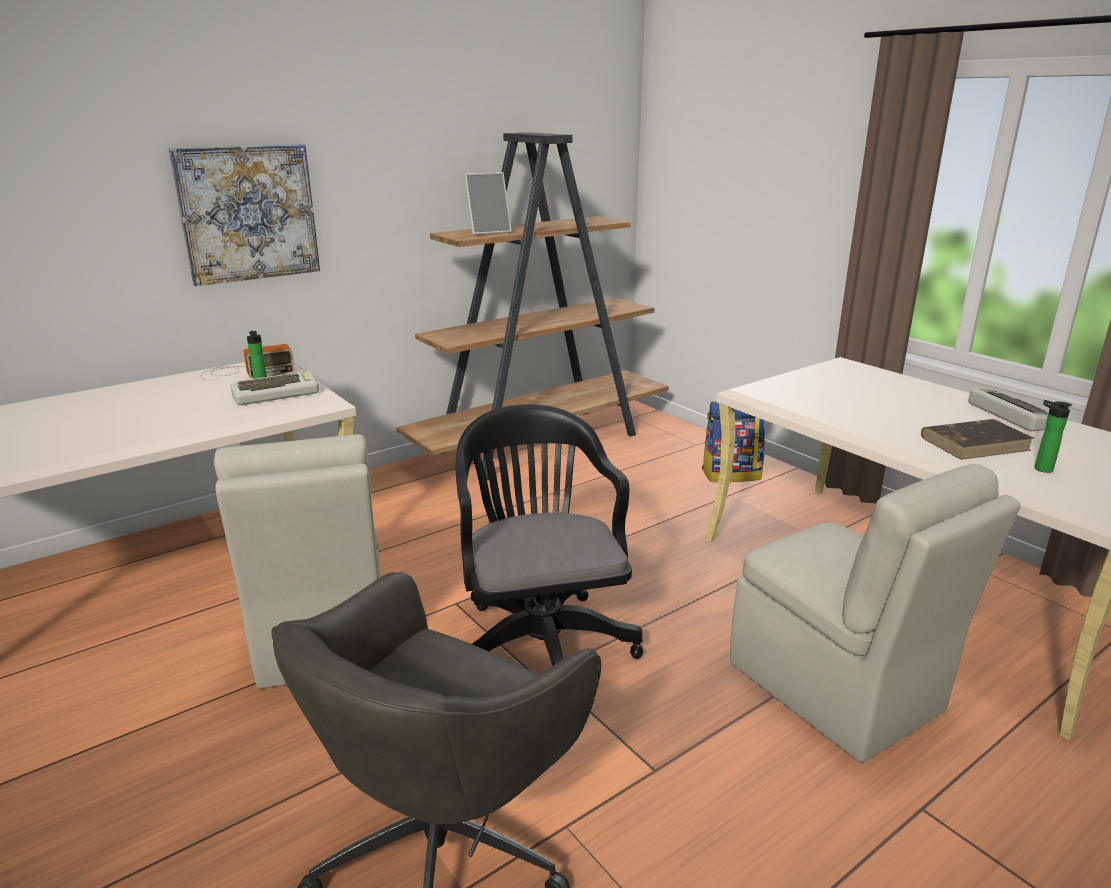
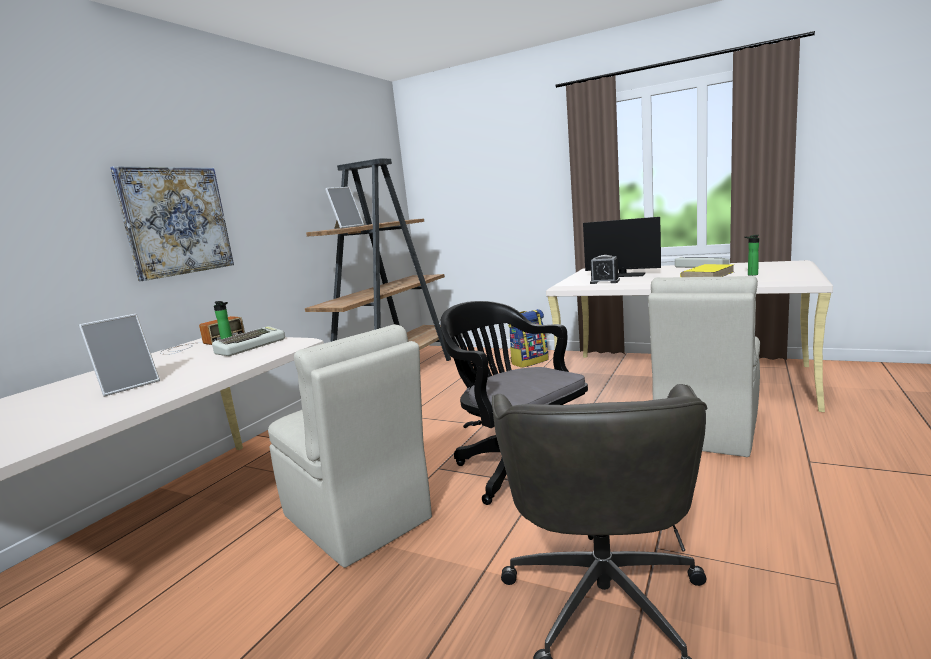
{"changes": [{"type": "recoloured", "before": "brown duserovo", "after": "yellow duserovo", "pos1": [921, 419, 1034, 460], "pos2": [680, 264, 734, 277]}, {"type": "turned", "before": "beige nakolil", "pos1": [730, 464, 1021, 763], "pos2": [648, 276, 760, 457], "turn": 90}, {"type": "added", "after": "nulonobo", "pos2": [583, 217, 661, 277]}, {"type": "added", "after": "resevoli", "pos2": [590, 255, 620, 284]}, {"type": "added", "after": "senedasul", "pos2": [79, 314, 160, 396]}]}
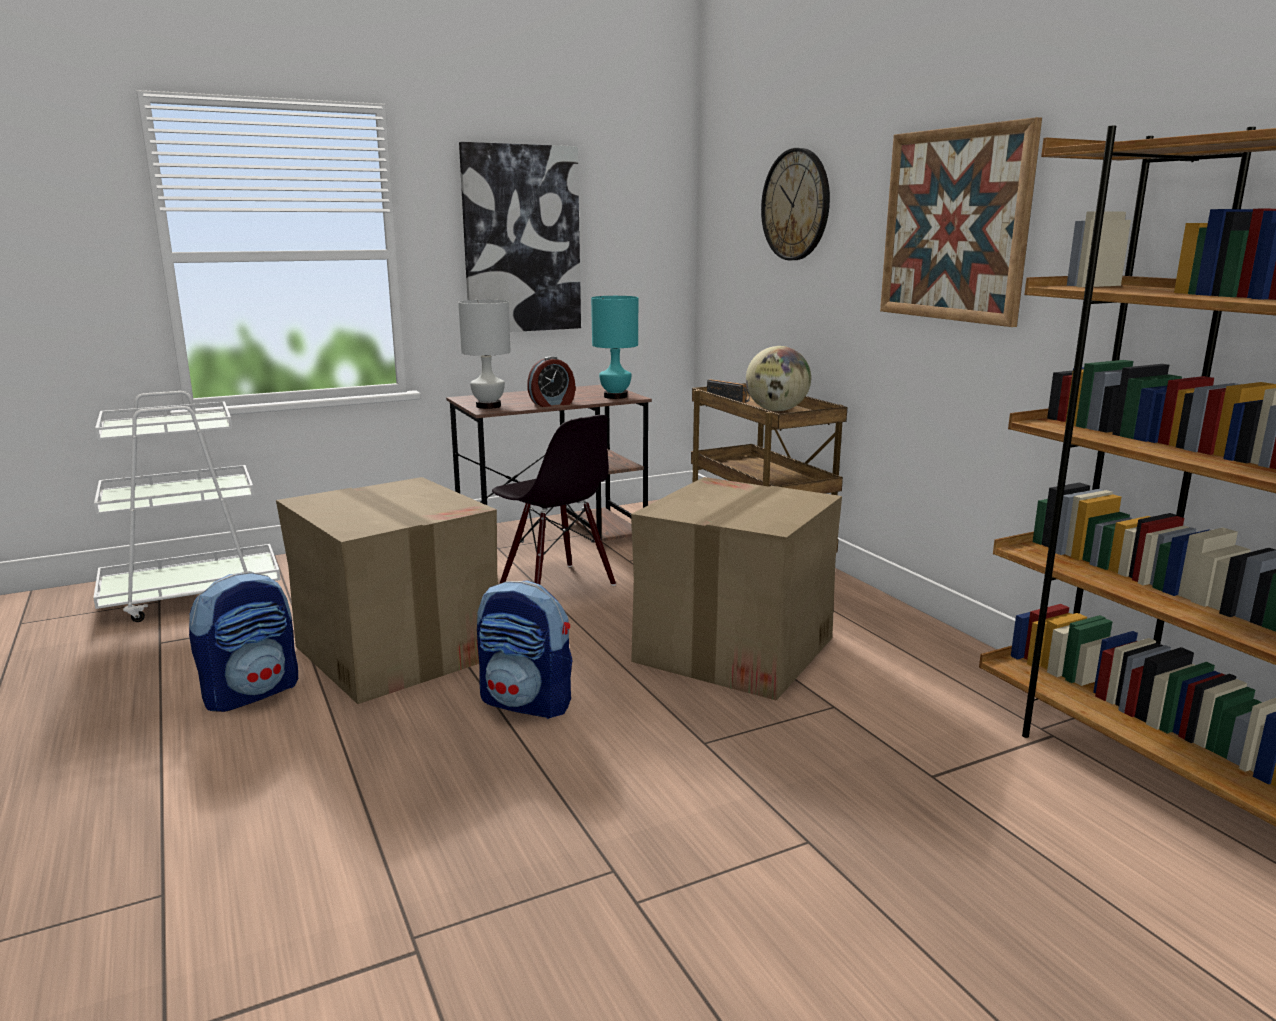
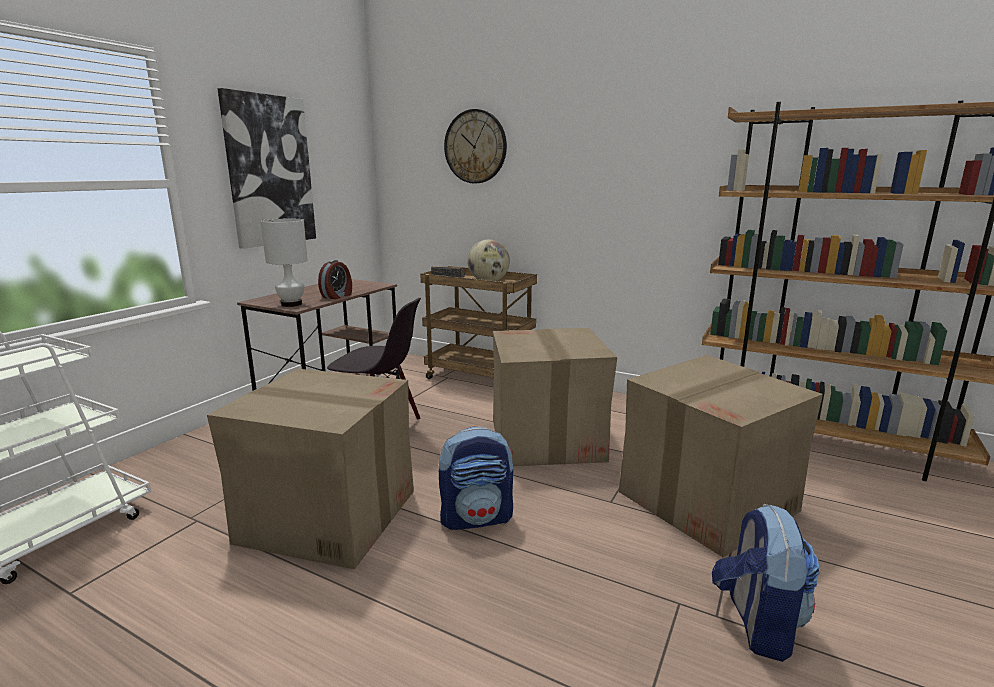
{"changes": [{"type": "removed", "before": "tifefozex", "pos1": [880, 117, 1042, 327]}, {"type": "removed", "before": "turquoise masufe", "pos1": [591, 296, 638, 399]}, {"type": "moved", "before": "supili", "pos1": [189, 571, 298, 712], "pos2": [712, 504, 820, 662]}, {"type": "added", "after": "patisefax", "pos2": [619, 355, 823, 557]}]}
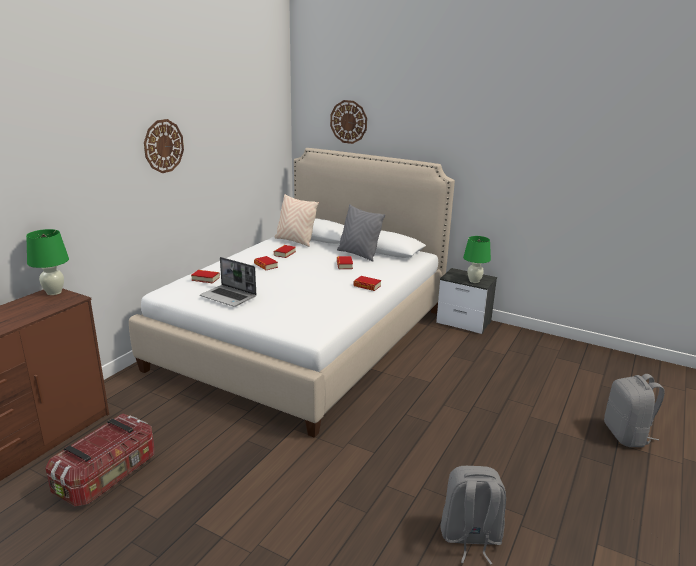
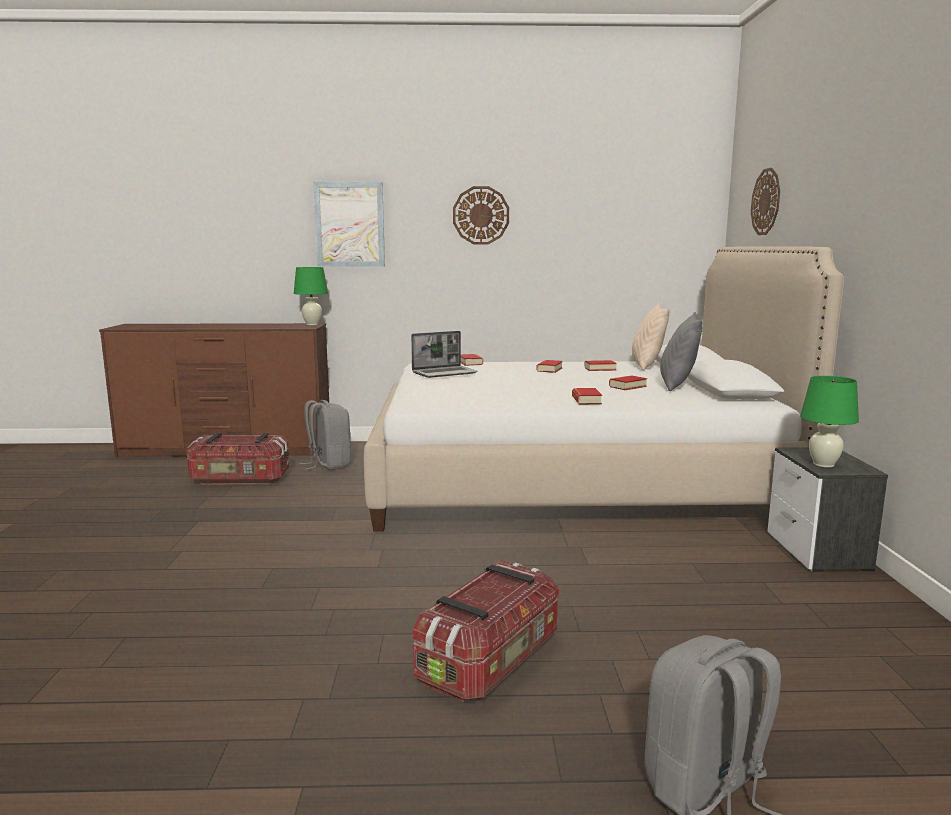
{"changes": [{"type": "turned", "before": "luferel", "pos1": [200, 257, 256, 307], "pos2": [411, 331, 478, 378], "turn": -120}, {"type": "moved", "before": "grey supili", "pos1": [440, 466, 506, 565], "pos2": [300, 400, 351, 470]}, {"type": "added", "after": "tifefozex", "pos2": [313, 182, 385, 267]}, {"type": "added", "after": "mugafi", "pos2": [413, 560, 559, 702]}]}
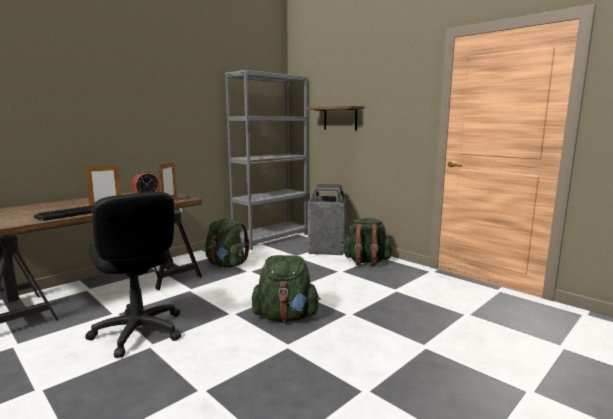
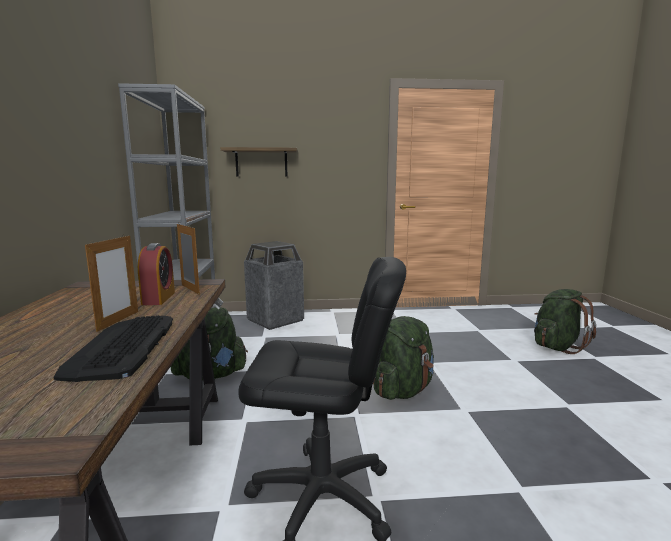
{"changes": [{"type": "moved", "before": "green supili", "pos1": [342, 218, 392, 266], "pos2": [534, 289, 596, 354]}]}
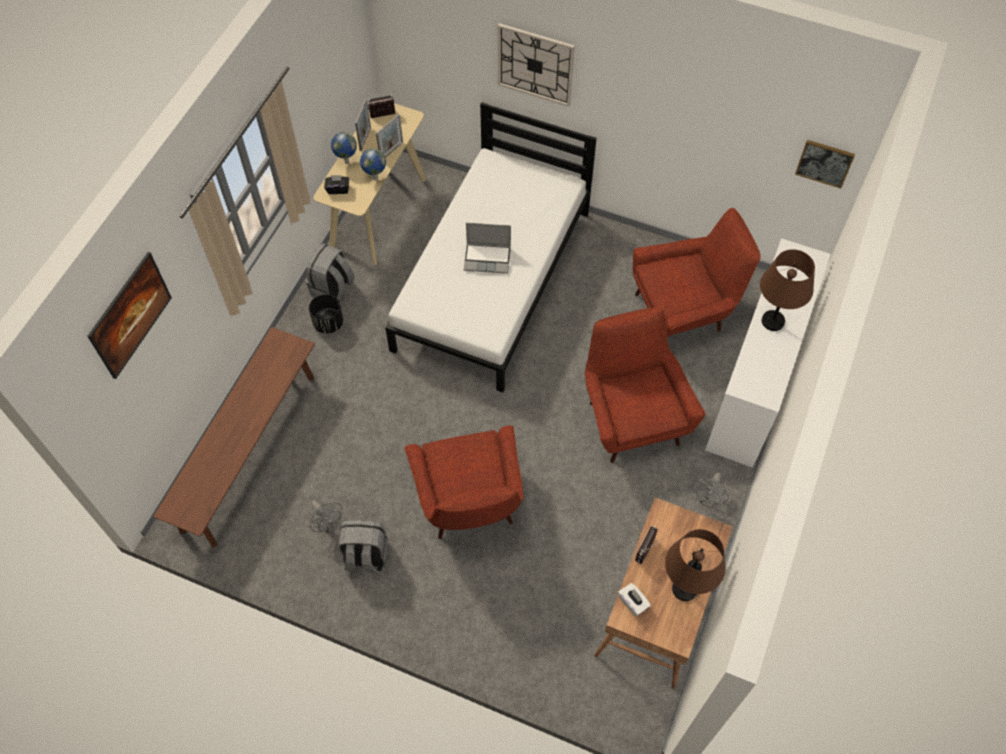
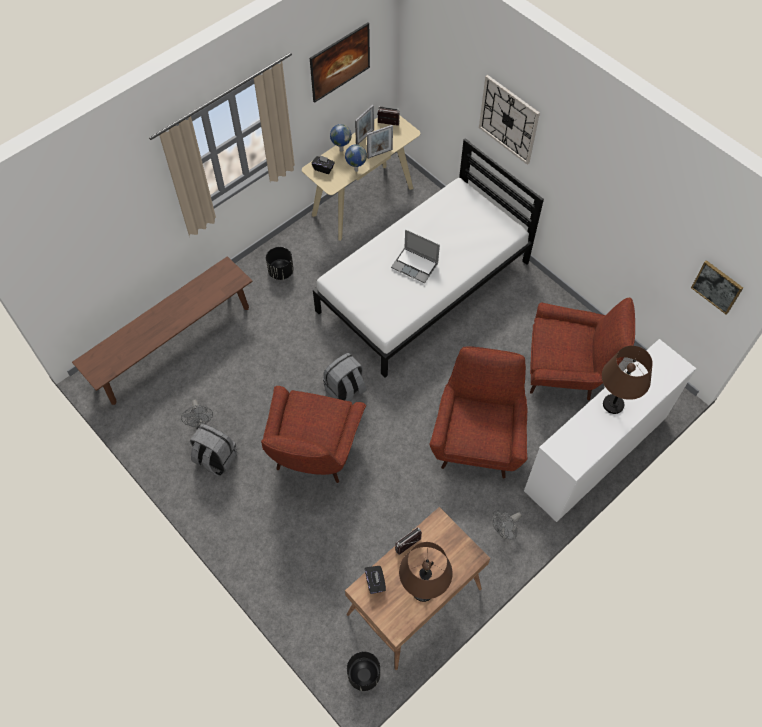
{"changes": [{"type": "moved", "before": "grey supili", "pos1": [305, 243, 355, 300], "pos2": [323, 353, 367, 401]}, {"type": "moved", "before": "tifefozex", "pos1": [87, 252, 172, 379], "pos2": [310, 22, 370, 103]}, {"type": "recoloured", "before": "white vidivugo", "after": "black vidivugo", "pos1": [618, 583, 651, 616], "pos2": [365, 566, 386, 594]}, {"type": "added", "after": "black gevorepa", "pos2": [347, 651, 380, 691]}]}
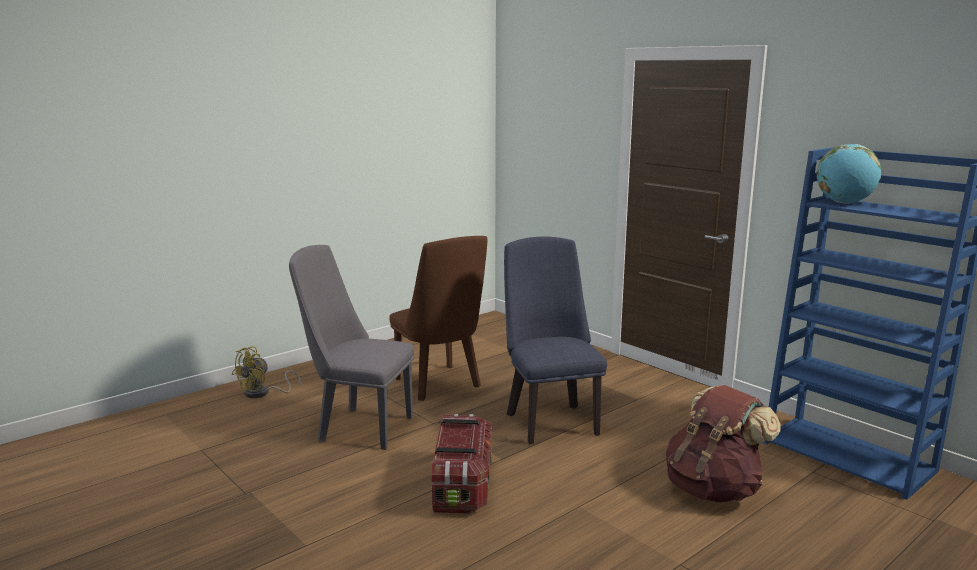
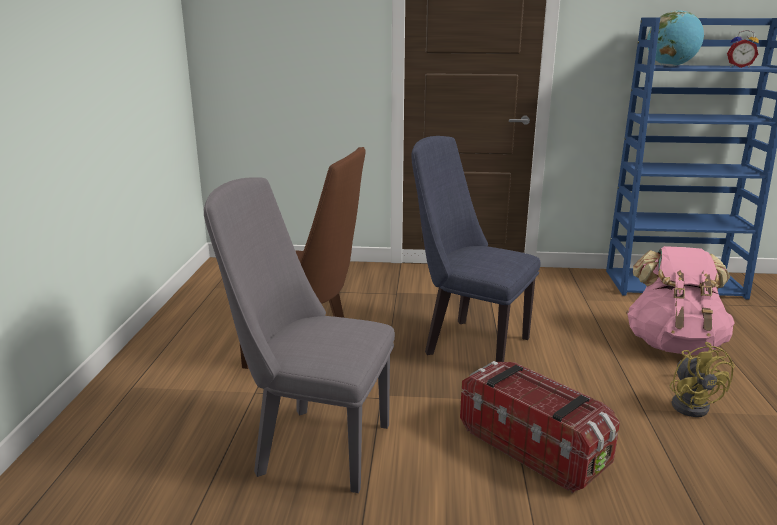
{"changes": [{"type": "turned", "before": "grey nakolil", "pos1": [289, 245, 414, 450], "pos2": [204, 177, 395, 493], "turn": 45}, {"type": "moved", "before": "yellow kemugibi", "pos1": [232, 346, 301, 398], "pos2": [670, 342, 735, 417]}, {"type": "recoloured", "before": "brown supili", "after": "pink supili", "pos1": [666, 385, 781, 503], "pos2": [626, 246, 735, 355]}, {"type": "added", "after": "resevoli", "pos2": [727, 30, 759, 68]}]}
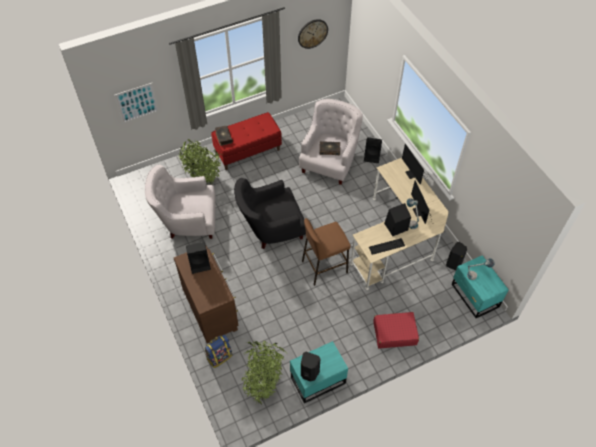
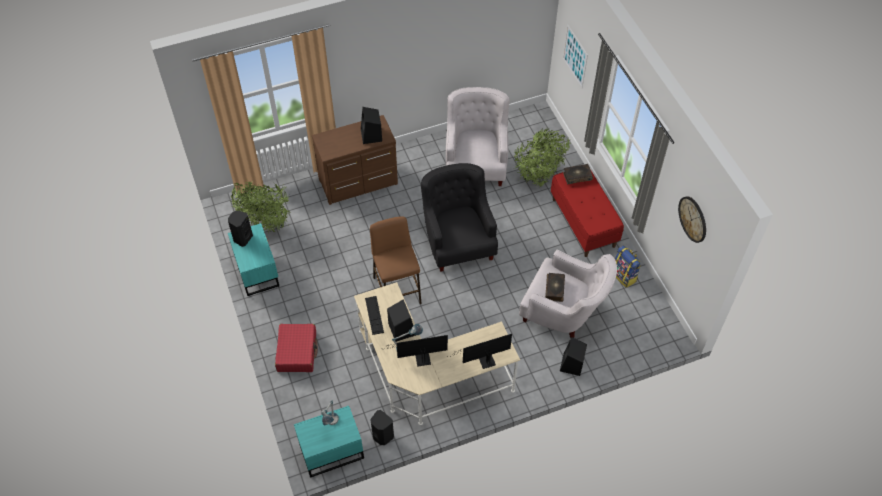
{"changes": [{"type": "moved", "before": "supili", "pos1": [204, 335, 232, 368], "pos2": [615, 245, 641, 288]}]}
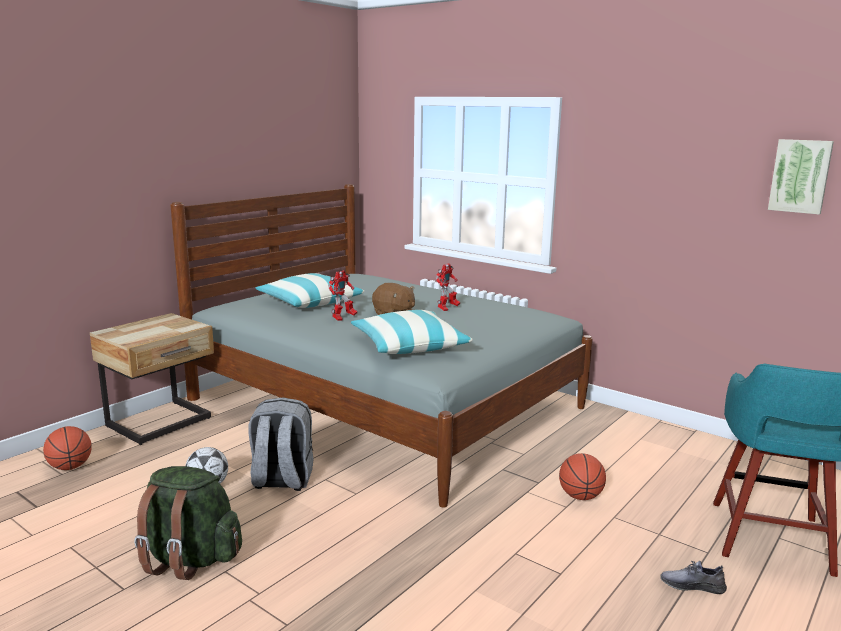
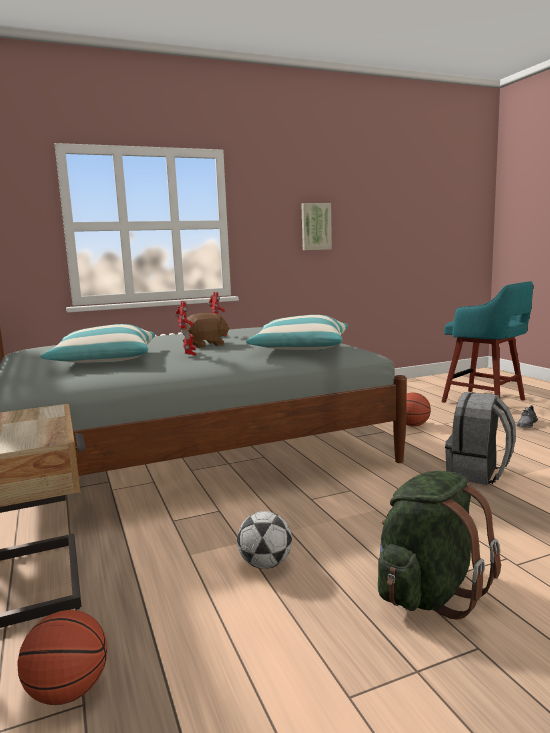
{"changes": [{"type": "moved", "before": "tifefozex", "pos1": [768, 139, 834, 215], "pos2": [302, 203, 332, 250]}, {"type": "moved", "before": "grey supili", "pos1": [249, 397, 314, 491], "pos2": [445, 392, 516, 485]}]}
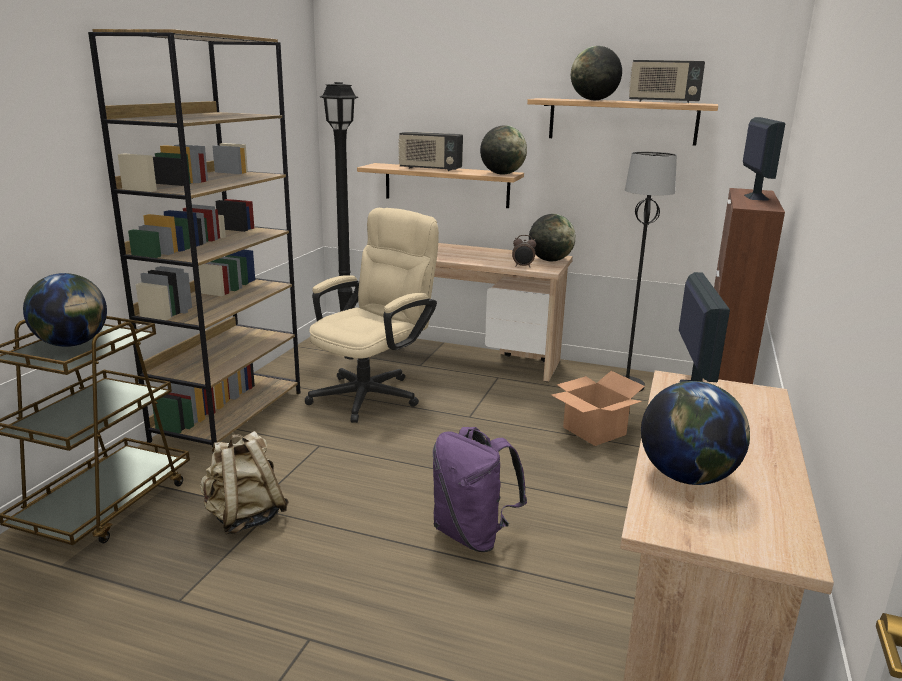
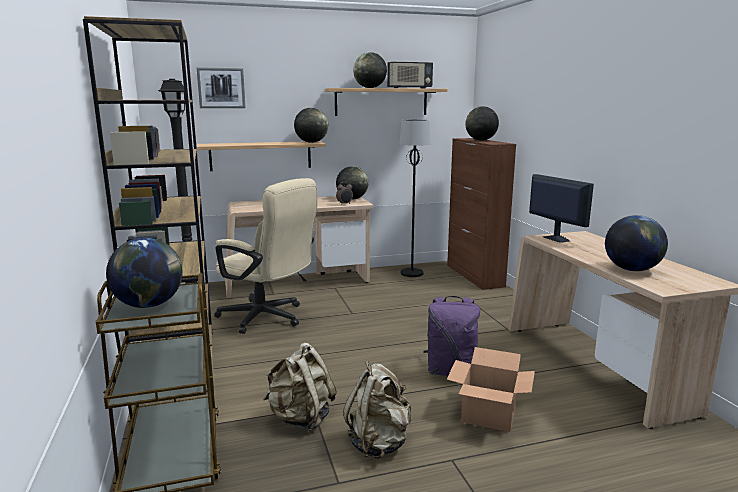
{"changes": [{"type": "replaced", "before": "nulonobo", "after": "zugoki", "pos1": [743, 117, 785, 201], "pos2": [465, 106, 499, 141]}, {"type": "removed", "before": "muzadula", "pos1": [398, 132, 463, 171]}, {"type": "turned", "before": "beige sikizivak", "pos1": [305, 208, 439, 423], "pos2": [214, 178, 317, 334], "turn": 120}, {"type": "moved", "before": "patisefax", "pos1": [551, 371, 645, 446], "pos2": [447, 347, 535, 432]}, {"type": "added", "after": "tifefozex", "pos2": [197, 67, 246, 108]}, {"type": "added", "after": "beige supili", "pos2": [343, 361, 411, 459]}]}
